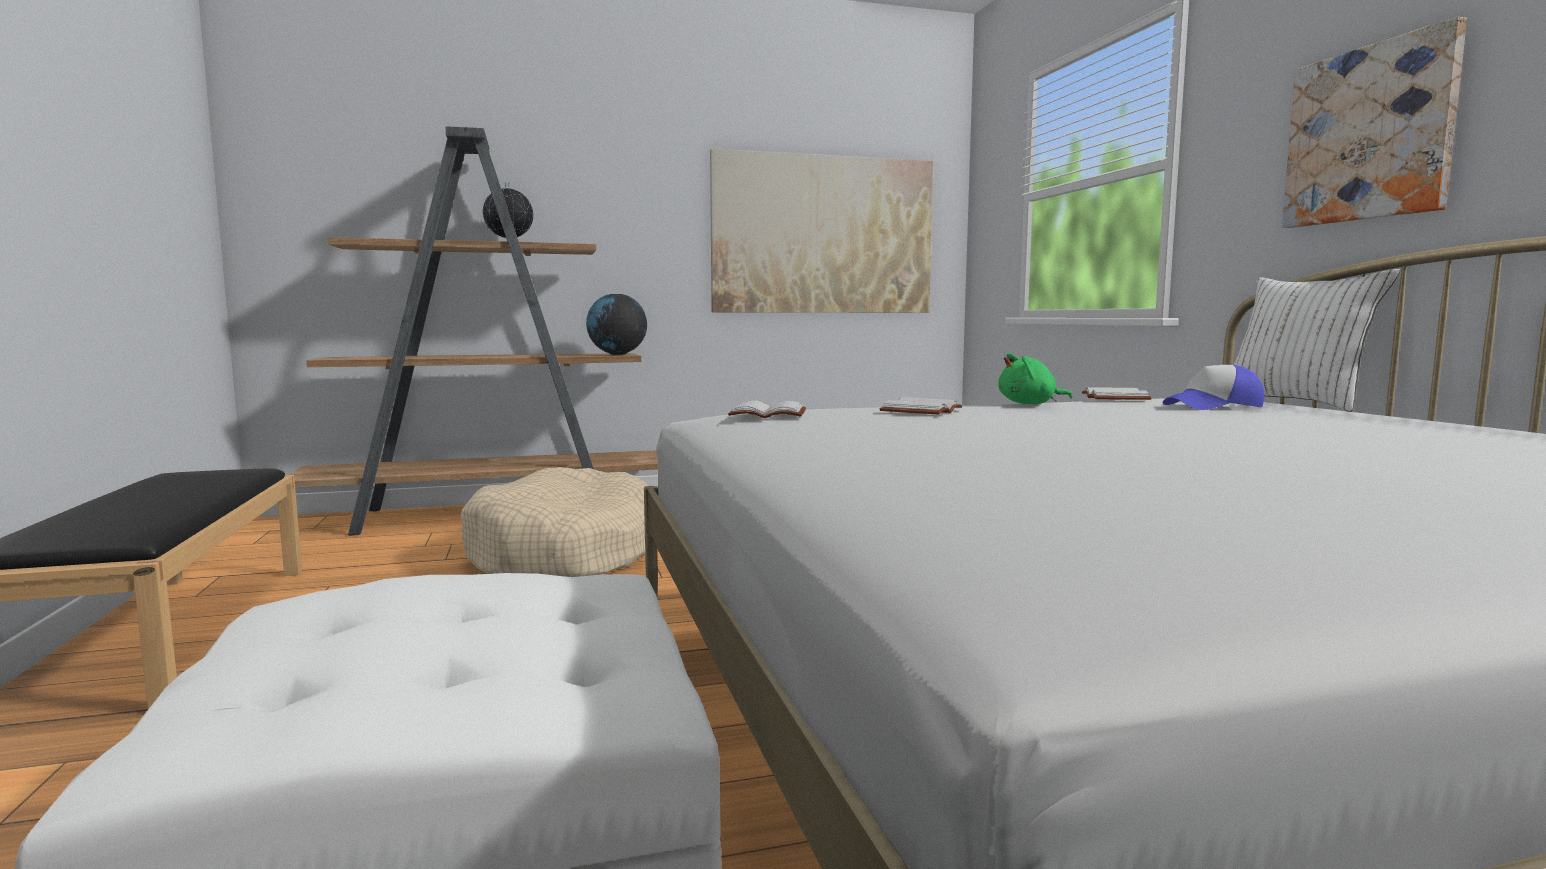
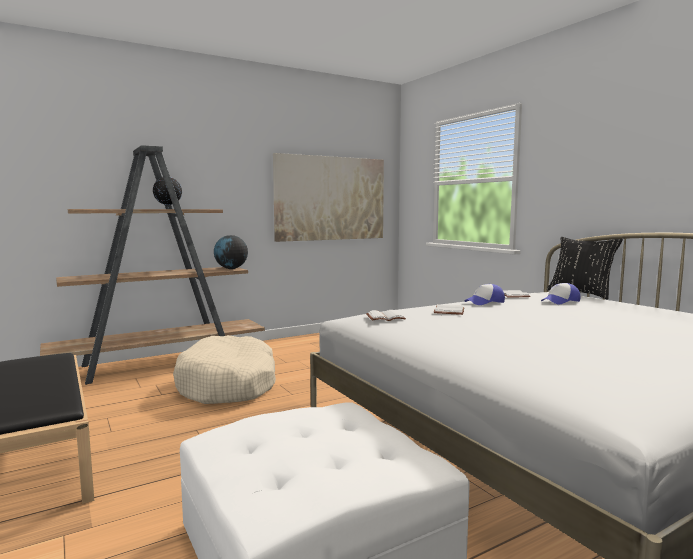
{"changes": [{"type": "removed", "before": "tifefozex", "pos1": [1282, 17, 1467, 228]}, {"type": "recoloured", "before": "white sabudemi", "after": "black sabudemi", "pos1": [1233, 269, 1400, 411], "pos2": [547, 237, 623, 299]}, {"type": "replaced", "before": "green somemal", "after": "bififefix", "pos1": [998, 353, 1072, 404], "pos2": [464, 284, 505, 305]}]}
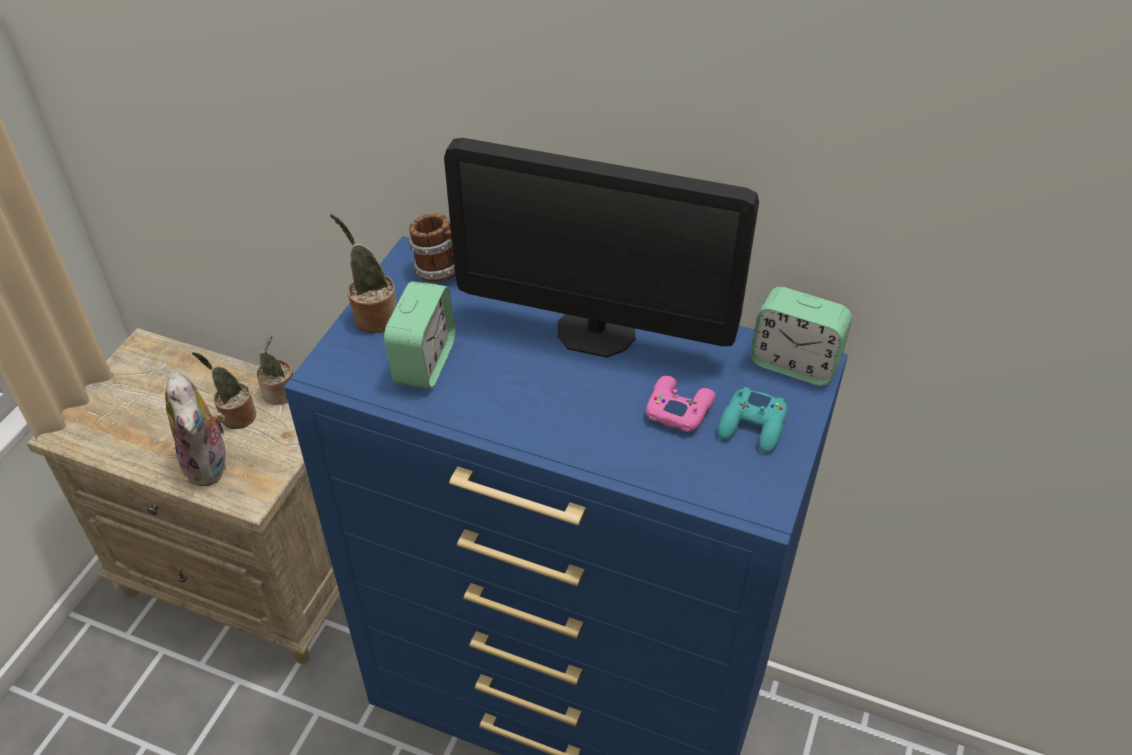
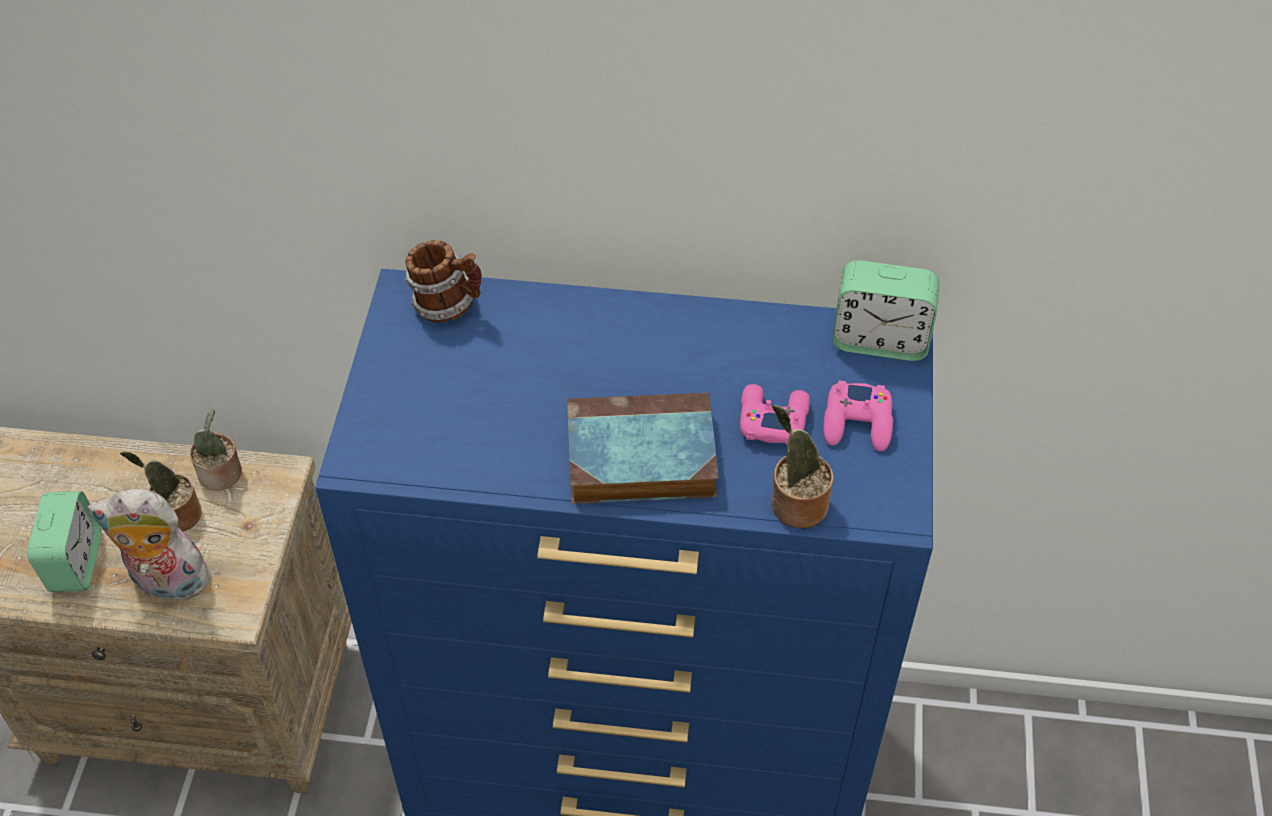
{"changes": [{"type": "removed", "before": "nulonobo", "pos1": [444, 138, 759, 358]}, {"type": "moved", "before": "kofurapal", "pos1": [330, 214, 397, 333], "pos2": [771, 405, 833, 529]}, {"type": "moved", "before": "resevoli", "pos1": [384, 281, 456, 389], "pos2": [28, 491, 101, 592]}, {"type": "turned", "before": "somemal", "pos1": [165, 372, 226, 486], "pos2": [88, 489, 214, 602], "turn": 135}, {"type": "recoloured", "before": "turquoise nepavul", "after": "pink nepavul", "pos1": [718, 387, 788, 453], "pos2": [823, 381, 893, 451]}, {"type": "added", "after": "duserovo", "pos2": [567, 393, 719, 504]}]}
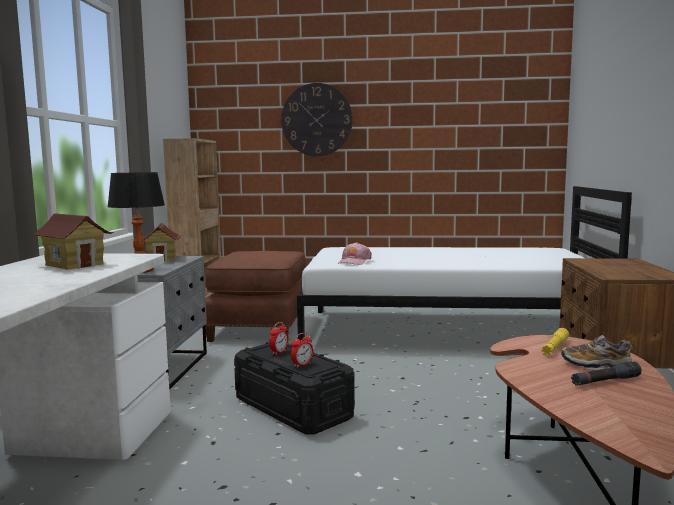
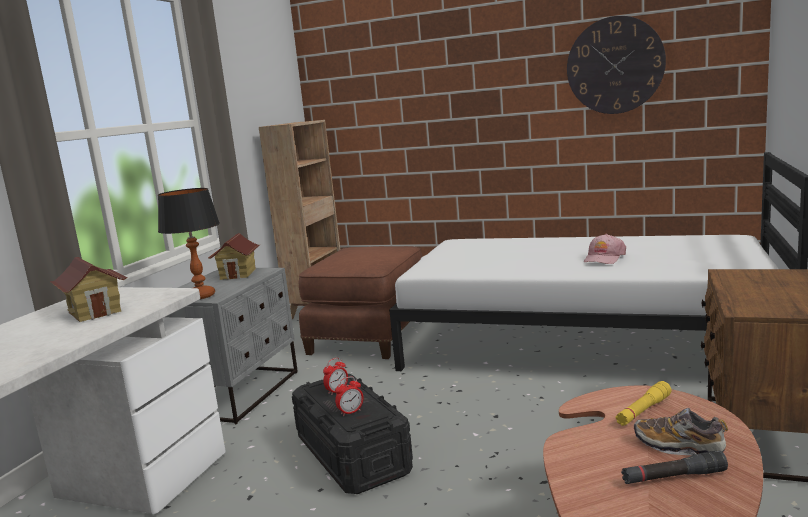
{"changes": [{"type": "moved", "before": "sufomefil", "pos1": [281, 83, 353, 156], "pos2": [567, 16, 666, 114]}, {"type": "moved", "before": "pink bififefix", "pos1": [338, 242, 372, 265], "pos2": [584, 234, 626, 264]}]}
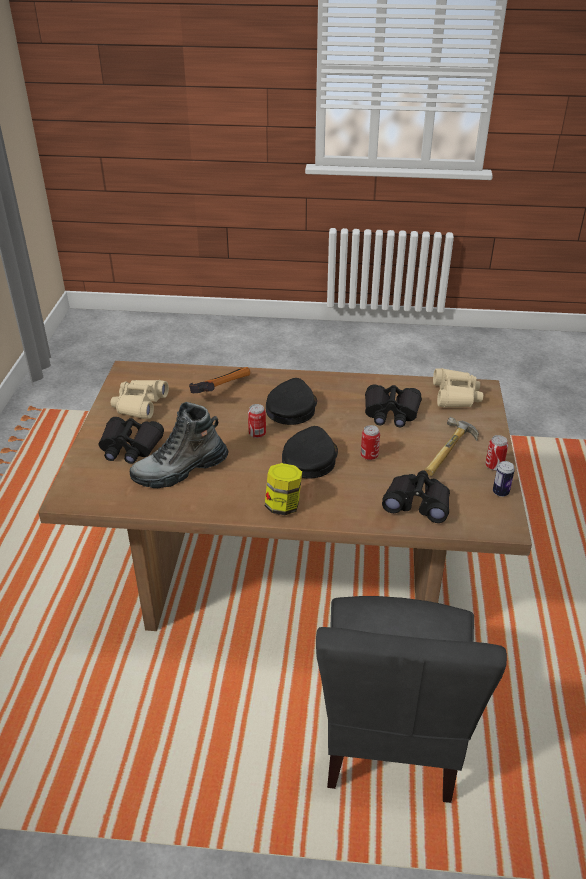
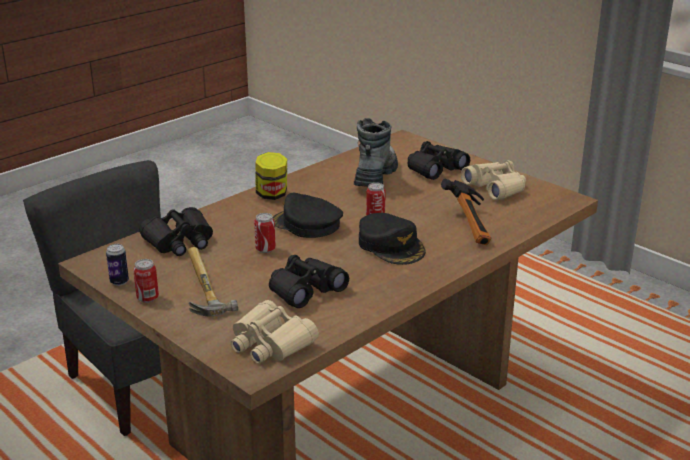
{"changes": [{"type": "turned", "before": "black bififefix", "pos1": [282, 426, 338, 479], "pos2": [273, 193, 343, 238], "turn": 150}]}
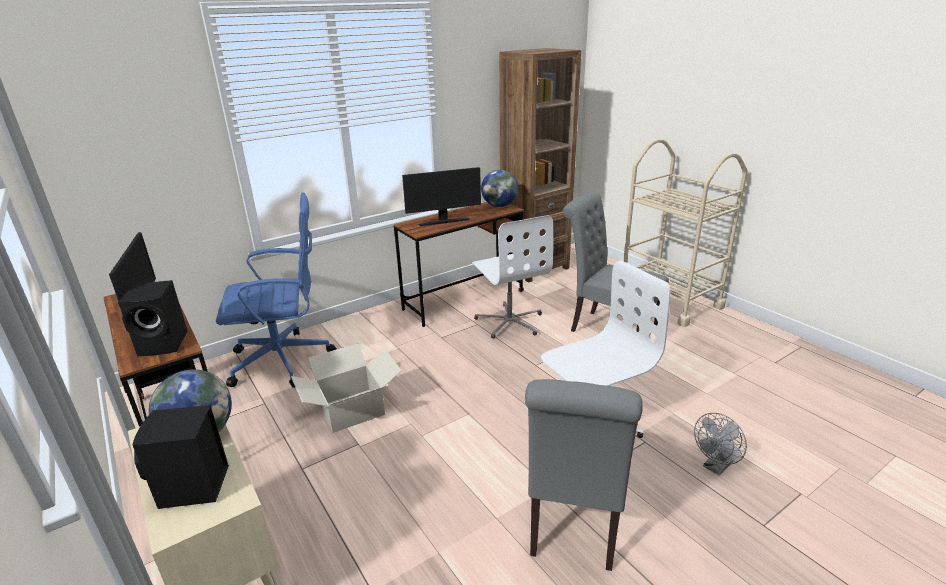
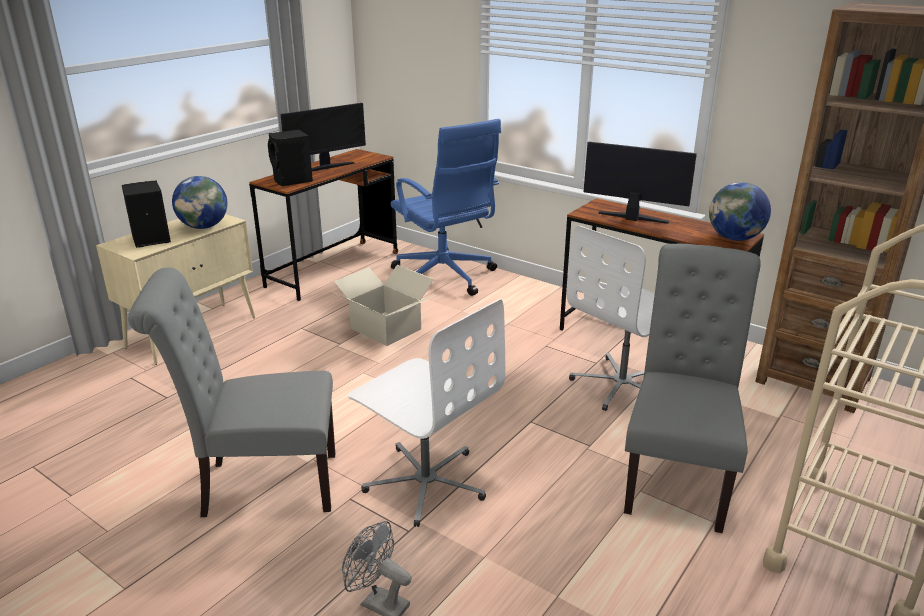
{"changes": [{"type": "turned", "before": "nulonobo", "pos1": [402, 167, 481, 226], "pos2": [584, 141, 697, 224], "turn": 150}]}
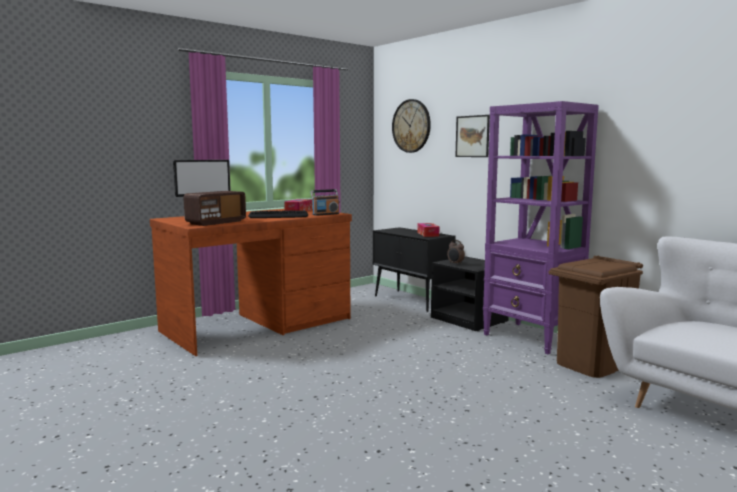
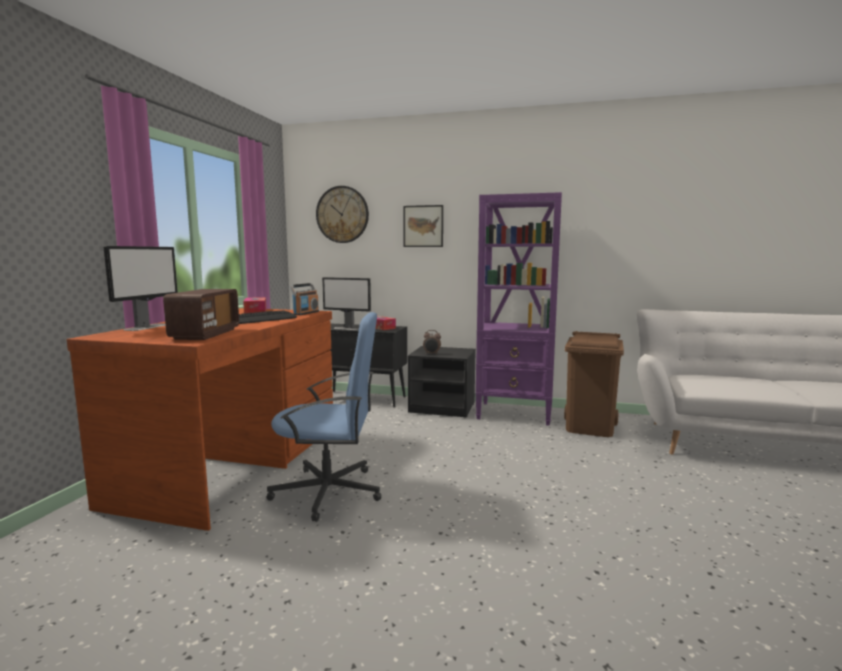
{"changes": [{"type": "added", "after": "nulonobo", "pos2": [322, 277, 371, 330]}, {"type": "added", "after": "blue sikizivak", "pos2": [266, 312, 382, 522]}]}
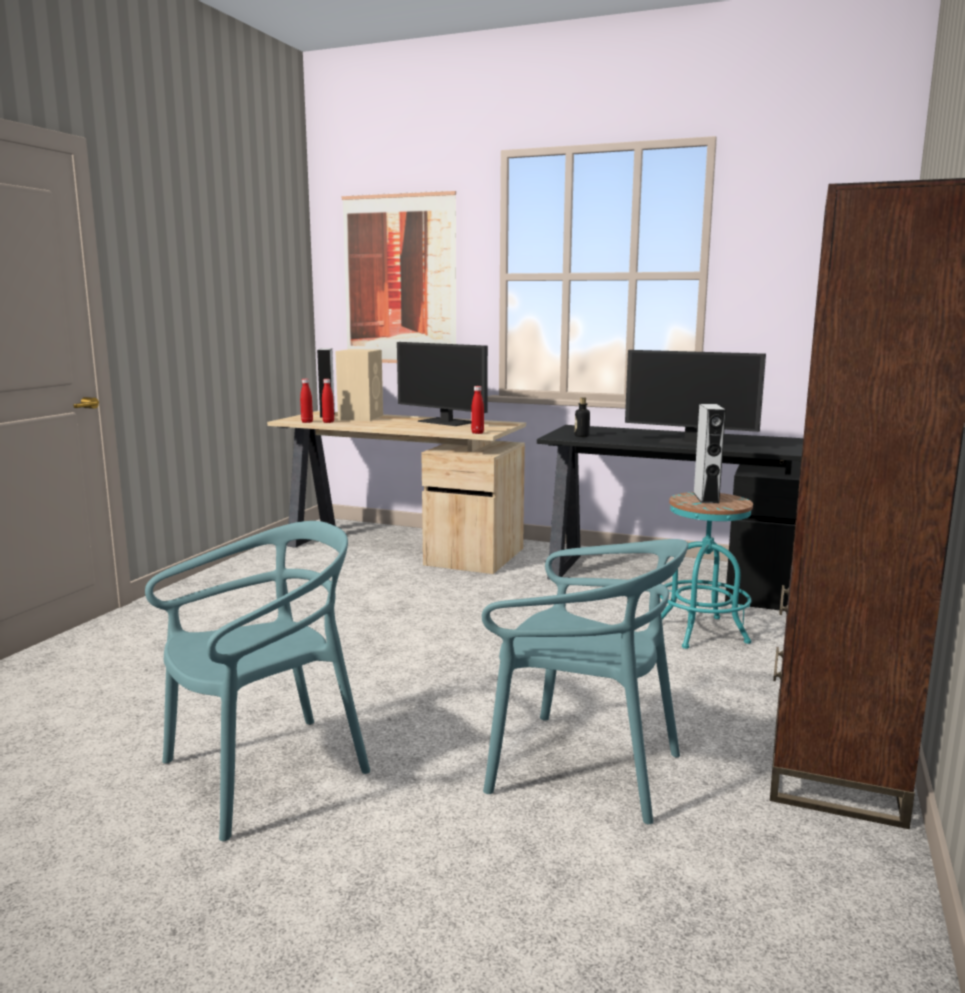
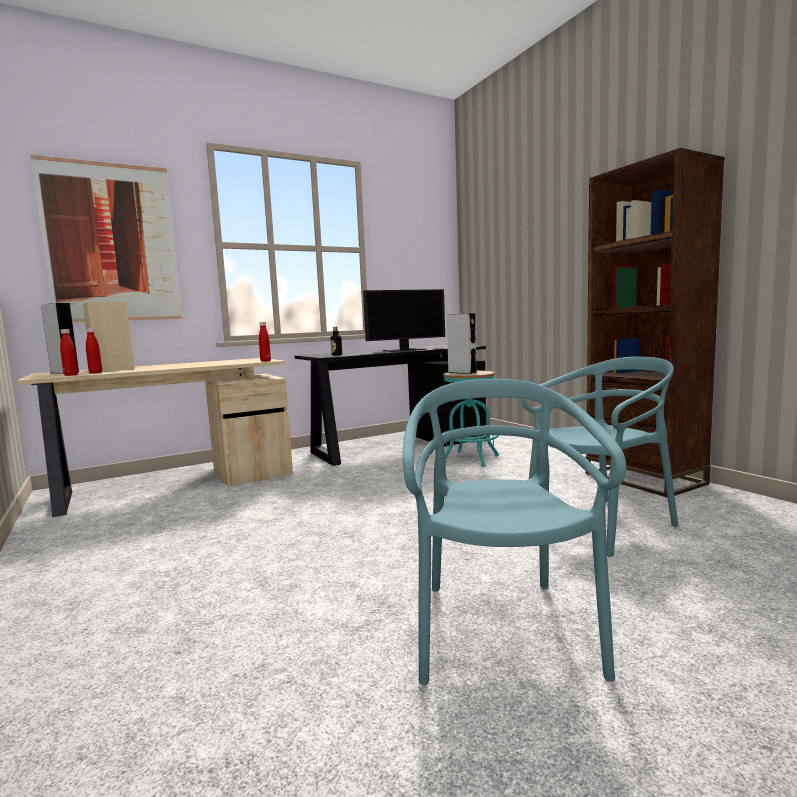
{"changes": [{"type": "removed", "before": "nulonobo", "pos1": [397, 342, 488, 426]}]}
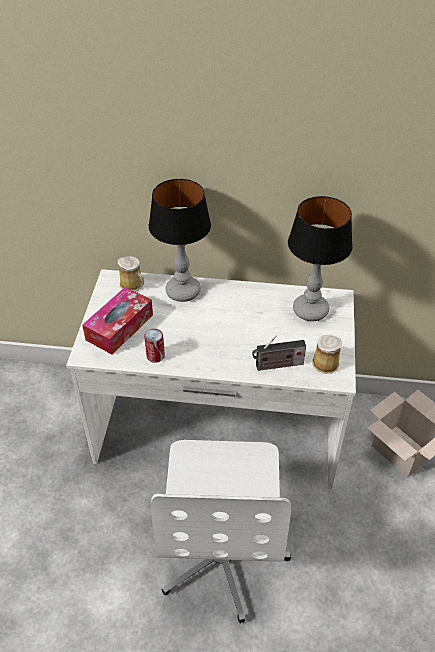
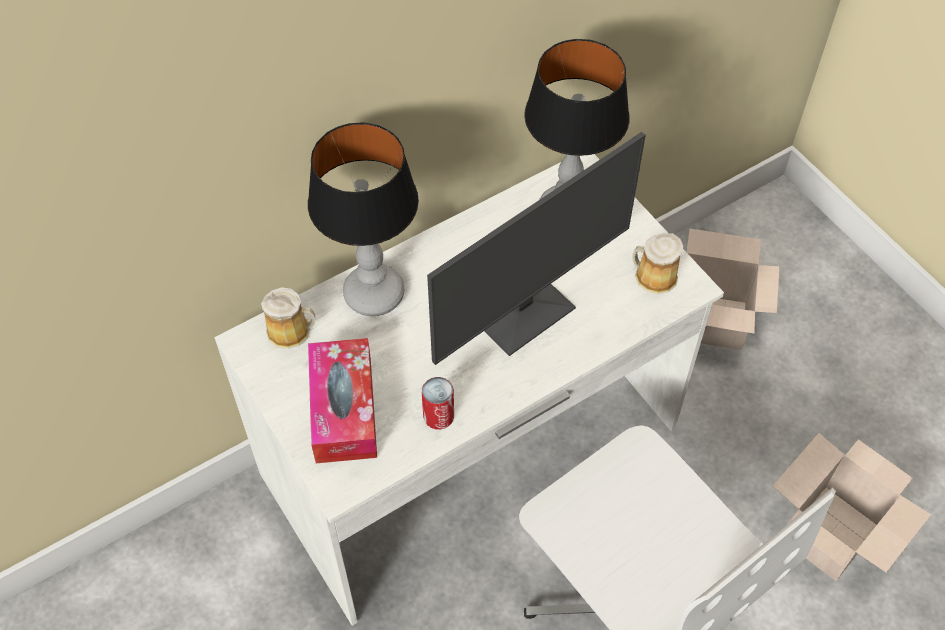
{"changes": [{"type": "removed", "before": "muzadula", "pos1": [252, 336, 306, 371]}, {"type": "added", "after": "nulonobo", "pos2": [427, 132, 646, 365]}, {"type": "added", "after": "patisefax", "pos2": [773, 433, 931, 581]}]}
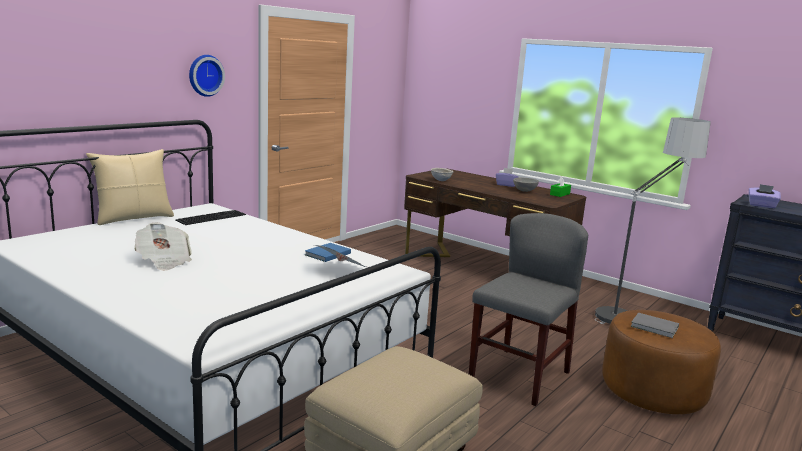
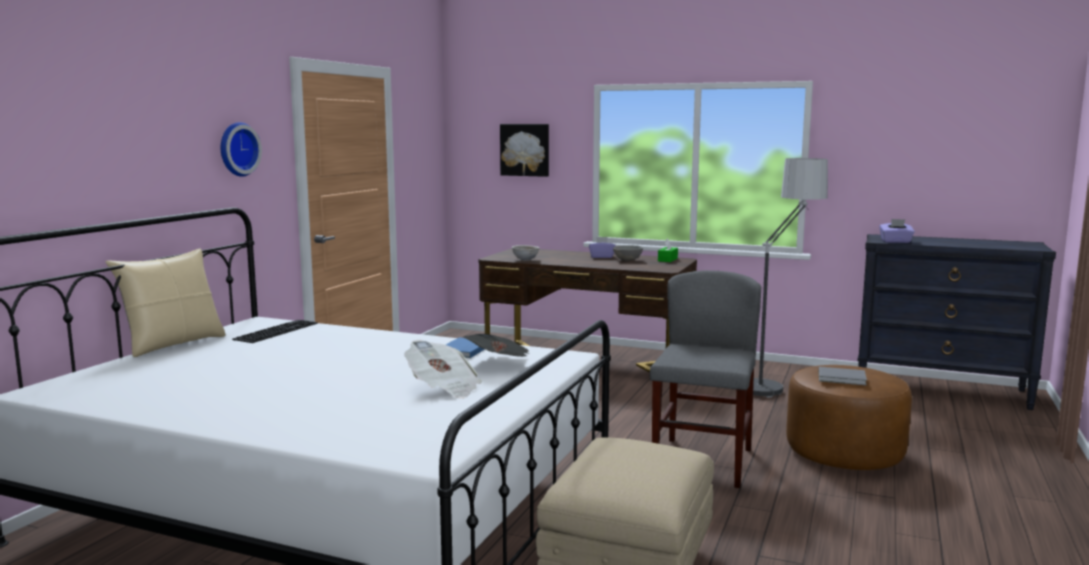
{"changes": [{"type": "moved", "before": "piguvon", "pos1": [134, 223, 192, 271], "pos2": [404, 340, 482, 399]}, {"type": "added", "after": "tifefozex", "pos2": [500, 124, 549, 177]}]}
